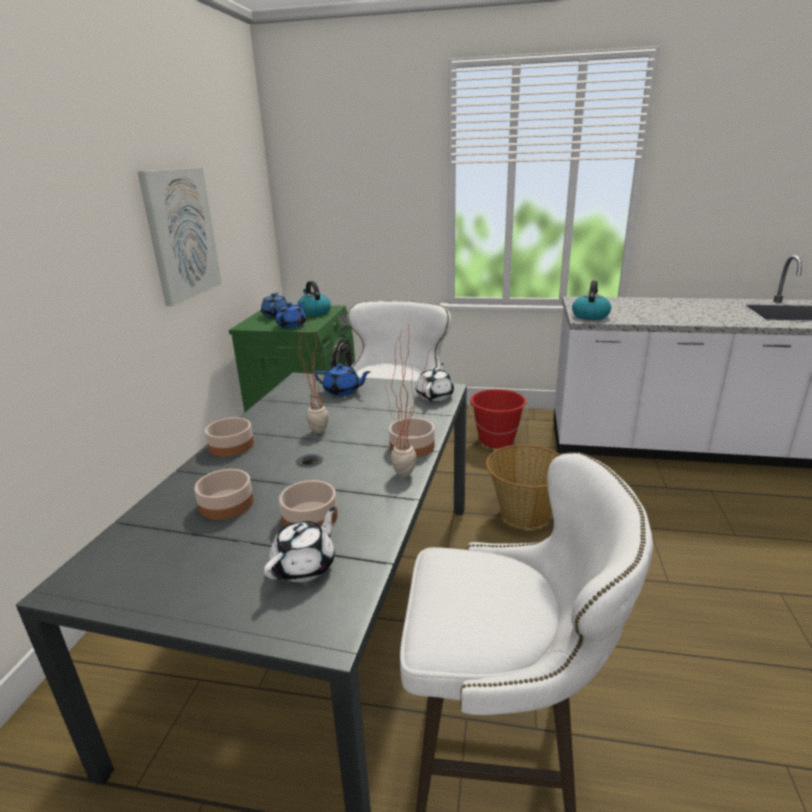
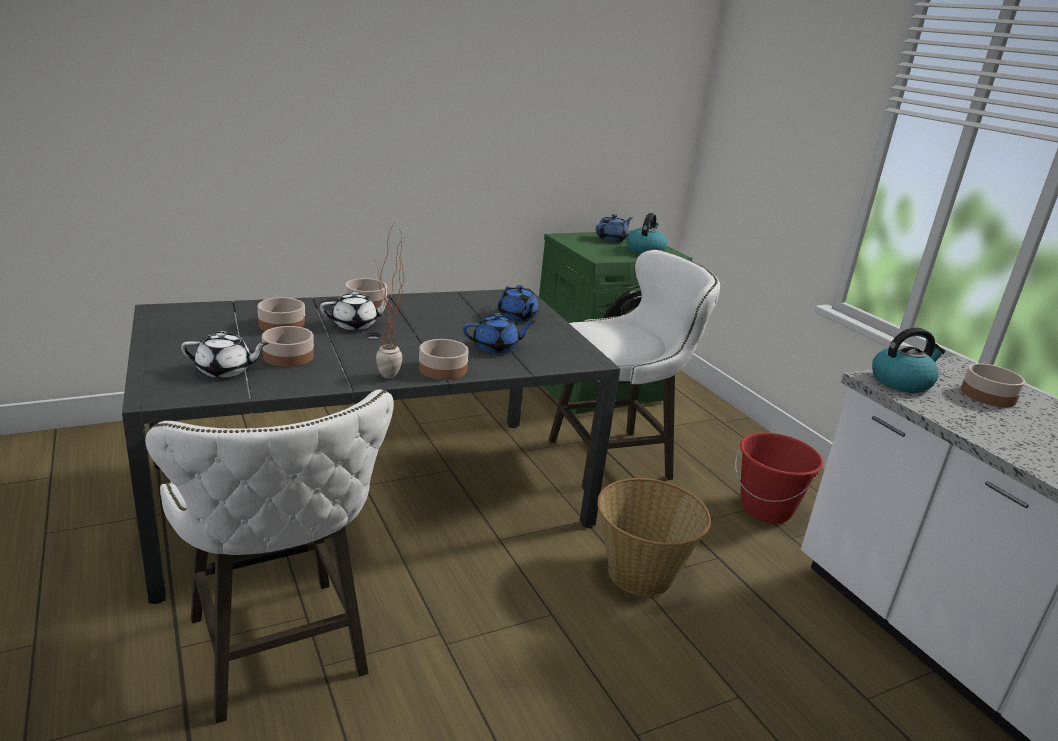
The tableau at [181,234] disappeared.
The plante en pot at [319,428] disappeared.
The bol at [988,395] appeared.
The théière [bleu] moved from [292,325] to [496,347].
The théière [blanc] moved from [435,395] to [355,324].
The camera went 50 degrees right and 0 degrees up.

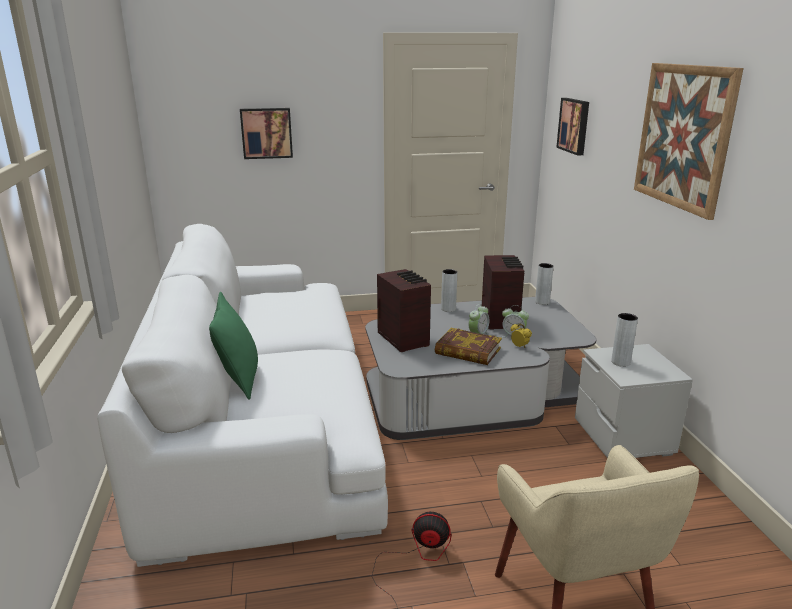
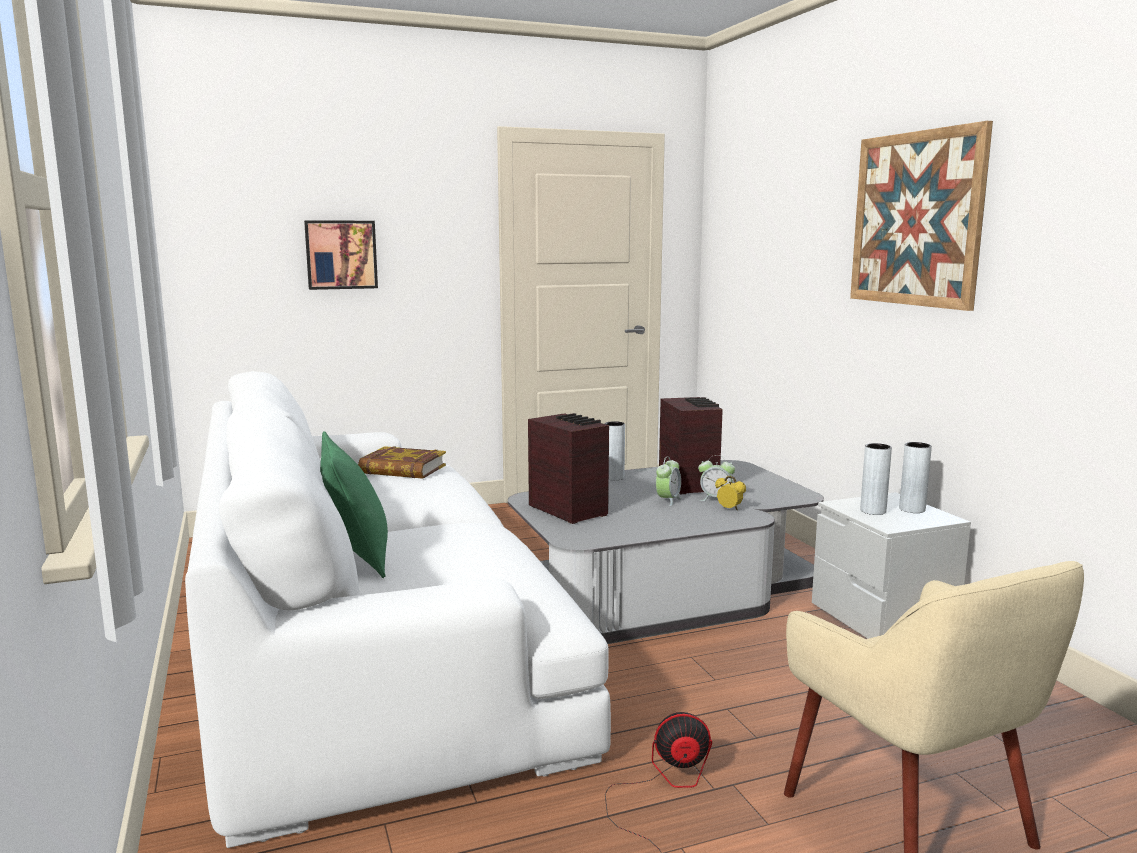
The tableau at [574,125] disappeared.
The livre moved from [467,351] to [402,469].
The vase [gris] moved from [542,302] to [912,509].
The camera went 10 degrees left and 10 degrees down.

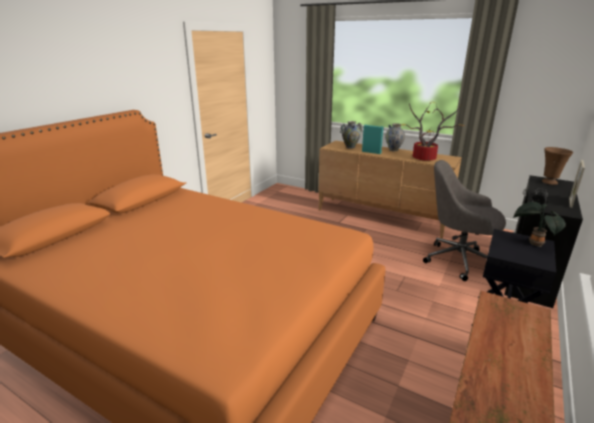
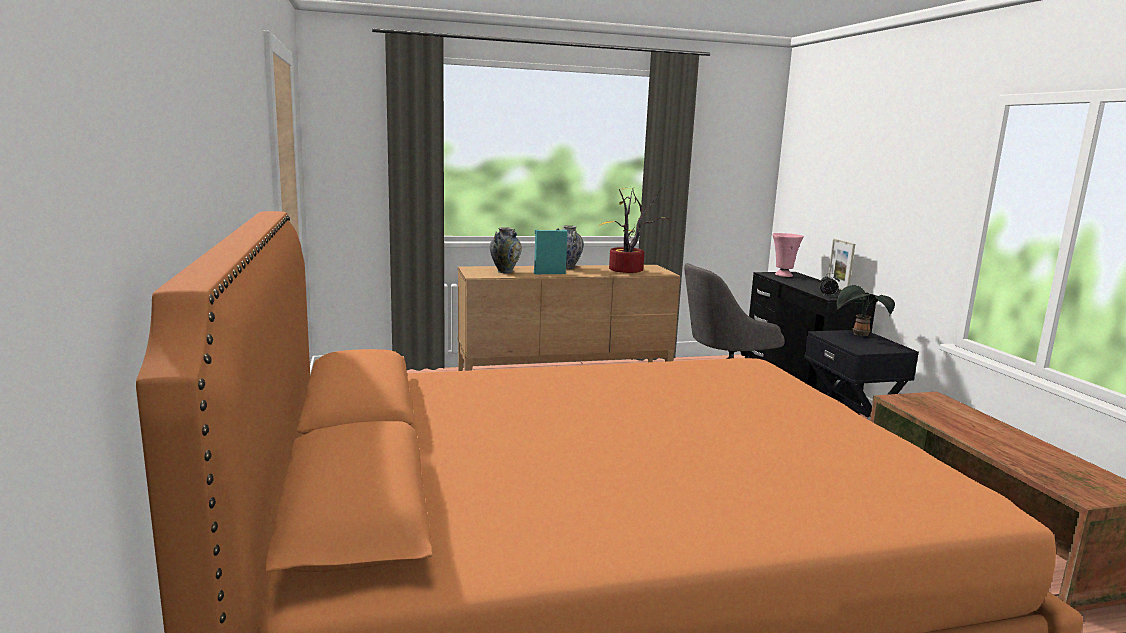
The vase [marron] at [549,182] became the vase [rose] at [783,275].
The camera went 45 degrees left and 10 degrees down.

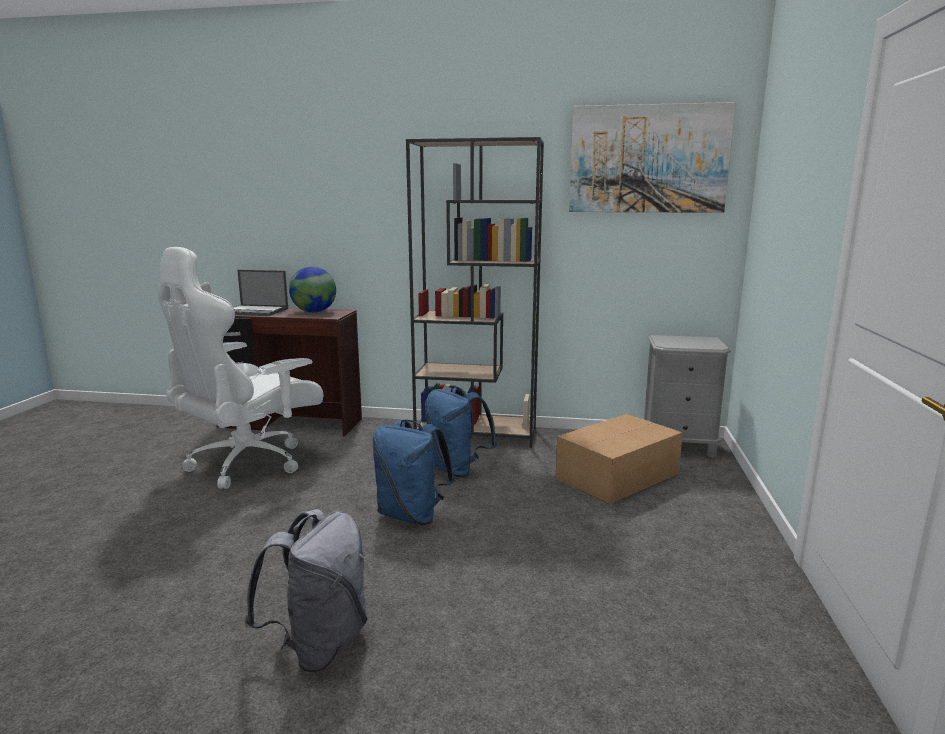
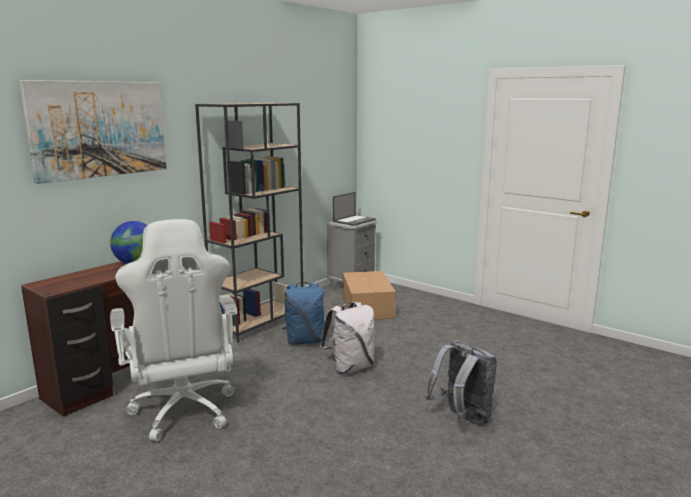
The ordinateur portable moved from [255,311] to [354,221].
The tableau moved from [648,159] to [99,129].
The sac à dos [bleu] at [412,515] became the sac à dos [blanc] at [350,367].
The camera went 60 degrees left and 0 degrees up.

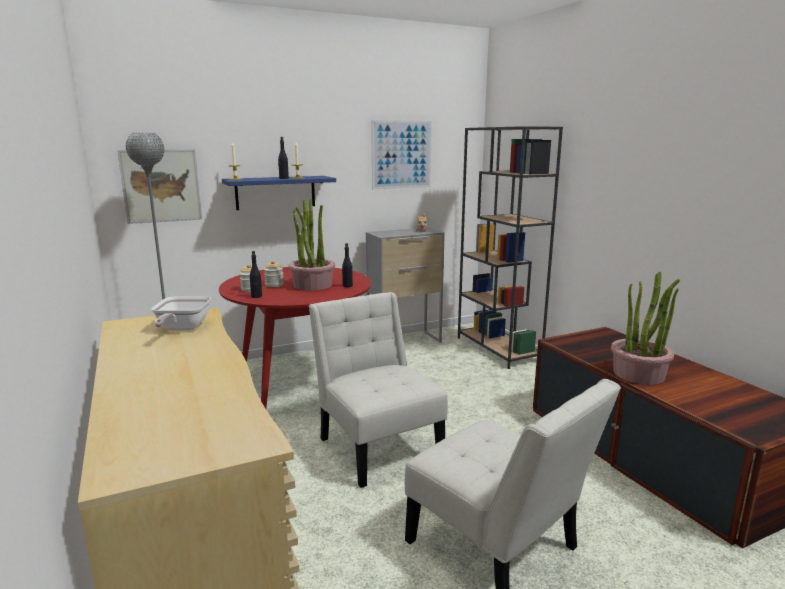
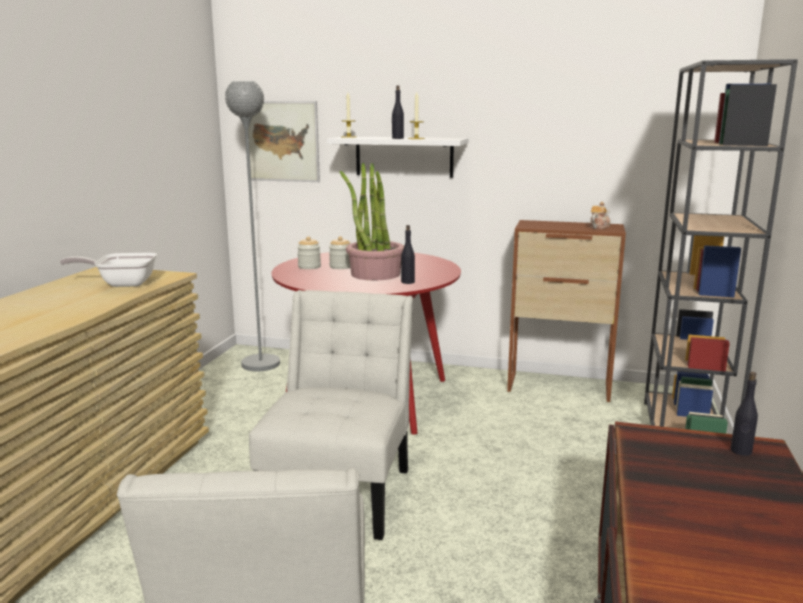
The tableau at [401,154] disappeared.
The plante en pot at [639,374] disappeared.
The bouteille [noir] moved from [256,296] to [741,451].
The étagère [bleu] at [275,192] became the étagère [blanc] at [404,156].
The meuble de rangement [gris] at [405,342] became the meuble de rangement [marron] at [560,387].
The poêle at [181,329] turned 45 degrees clockwise.
The camera went 40 degrees right and 0 degrees up.

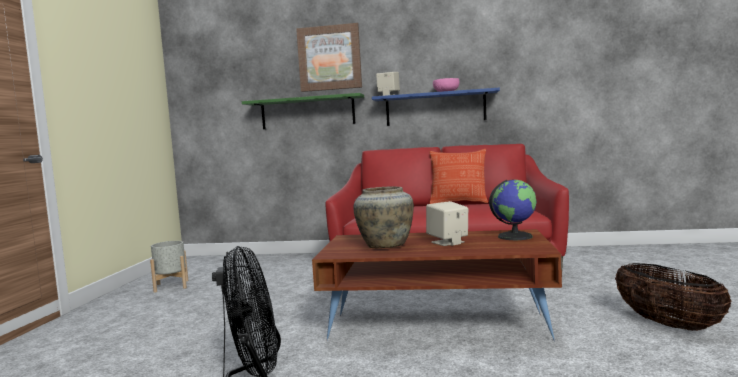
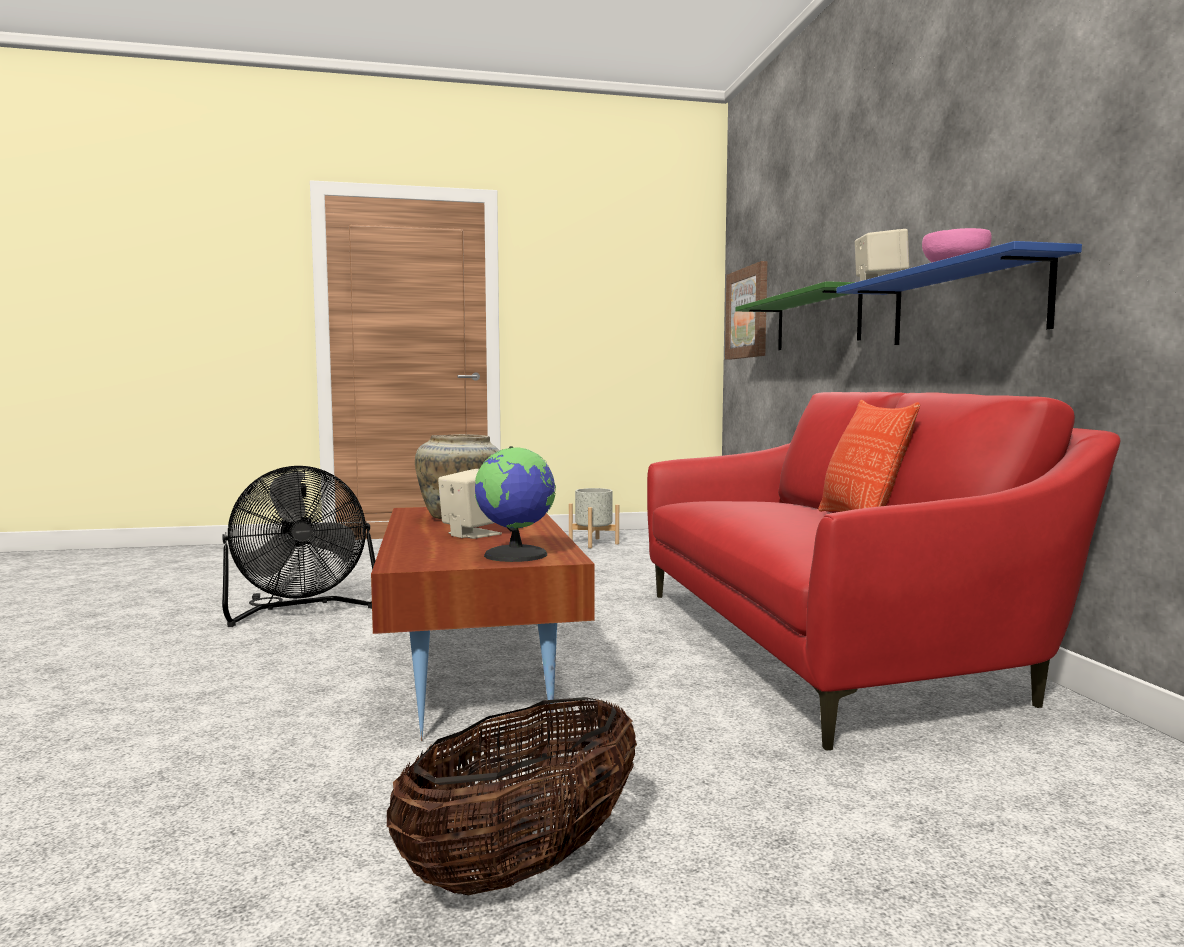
The tableau moved from [329,58] to [748,313].
The camera went 70 degrees right and 0 degrees up.

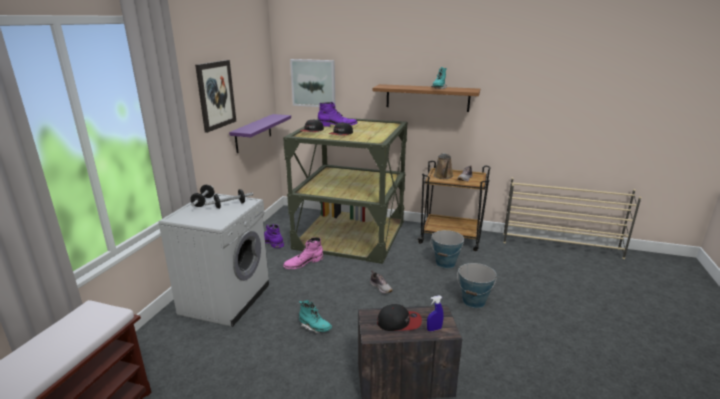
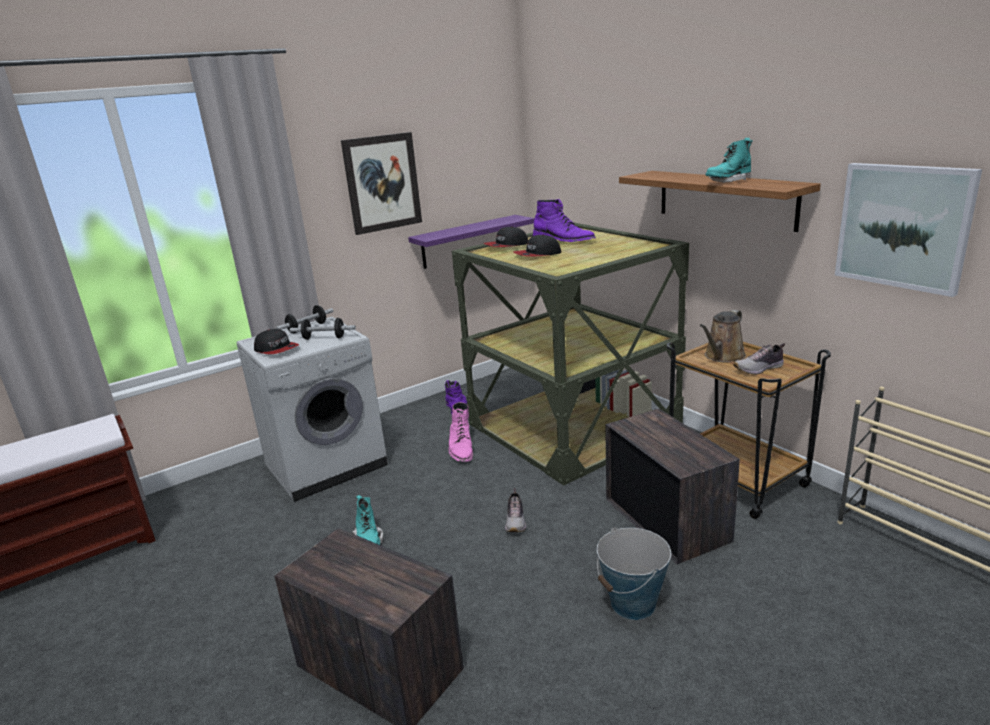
The vaporisateur [bleu] at [434,329] disappeared.
The tableau moved from [313,83] to [903,226].
The casquette moved from [399,322] to [277,349].
The seau at [445,263] was replaced by the caisse at [667,520].
The botte [rose] at [303,263] turned 105 degrees counterclockwise.
The camera went 40 degrees right and 0 degrees up.

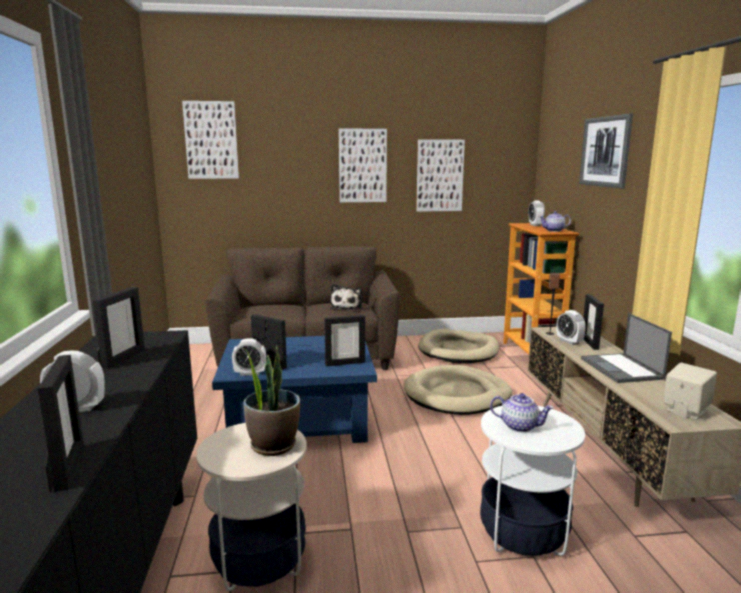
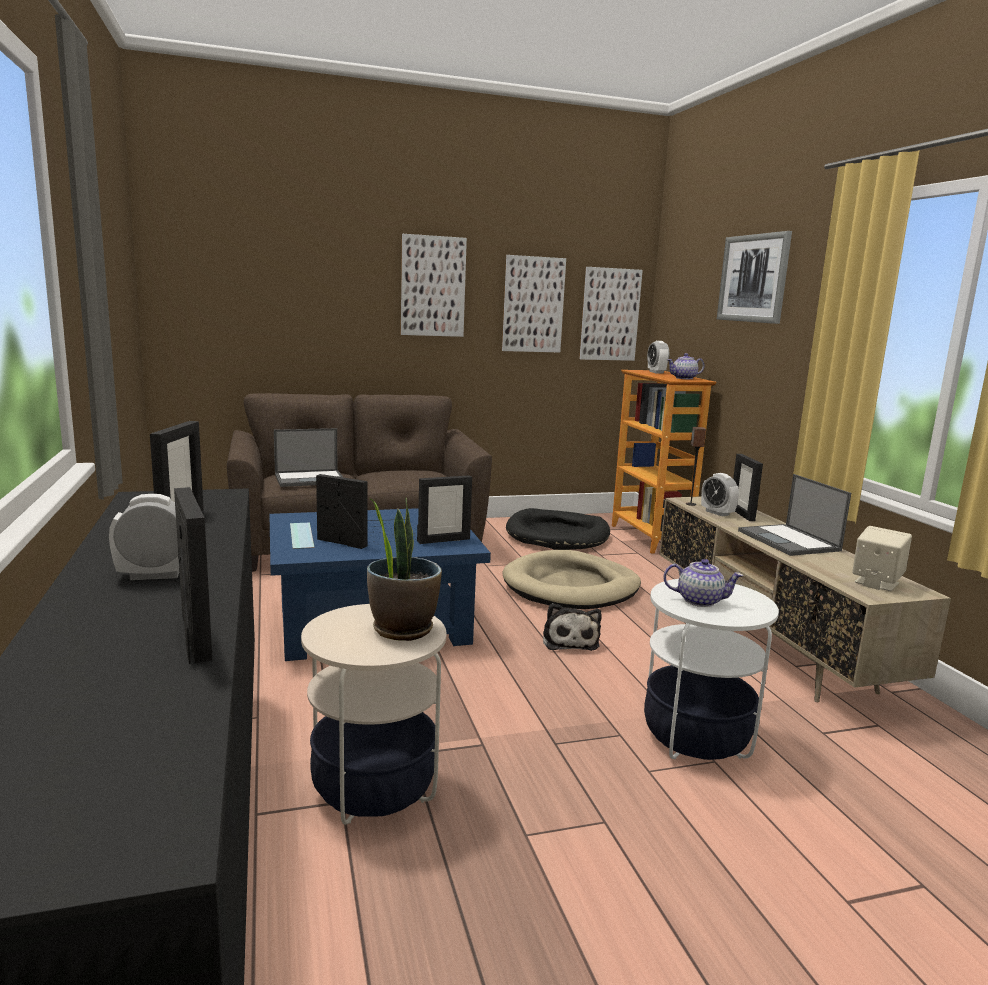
The réveil at [250,373] disappeared.
The ordinateur portable at [310,479] appeared.
The tableau moved from [211,140] to [610,314].
The peluche moved from [347,307] to [569,640].
The panier pour chien [beige] at [458,350] became the panier pour chien [noir] at [557,535].
The camera went 10 degrees left and 0 degrees up.

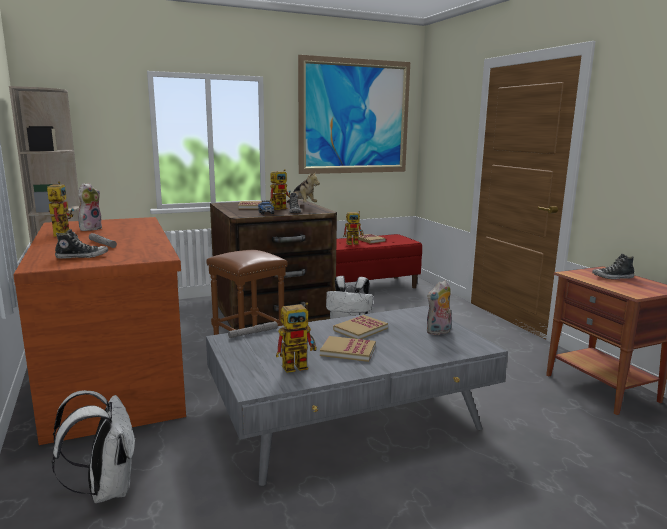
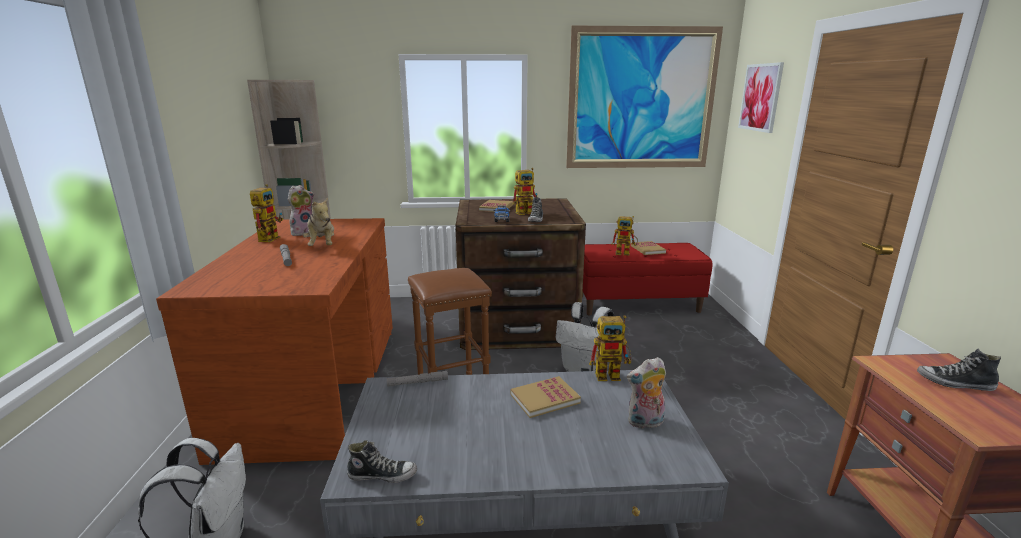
The livre at [348,351] disappeared.
The tableau at [760,97] appeared.
The chaussure moved from [82,256] to [383,475].
The robot jouet moved from [299,365] to [612,375].
The peluche moved from [302,205] to [322,246].
The camera went 20 degrees right and 5 degrees up.

